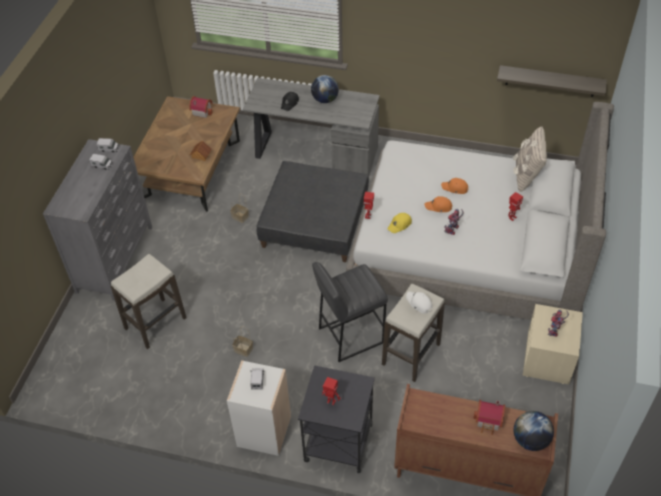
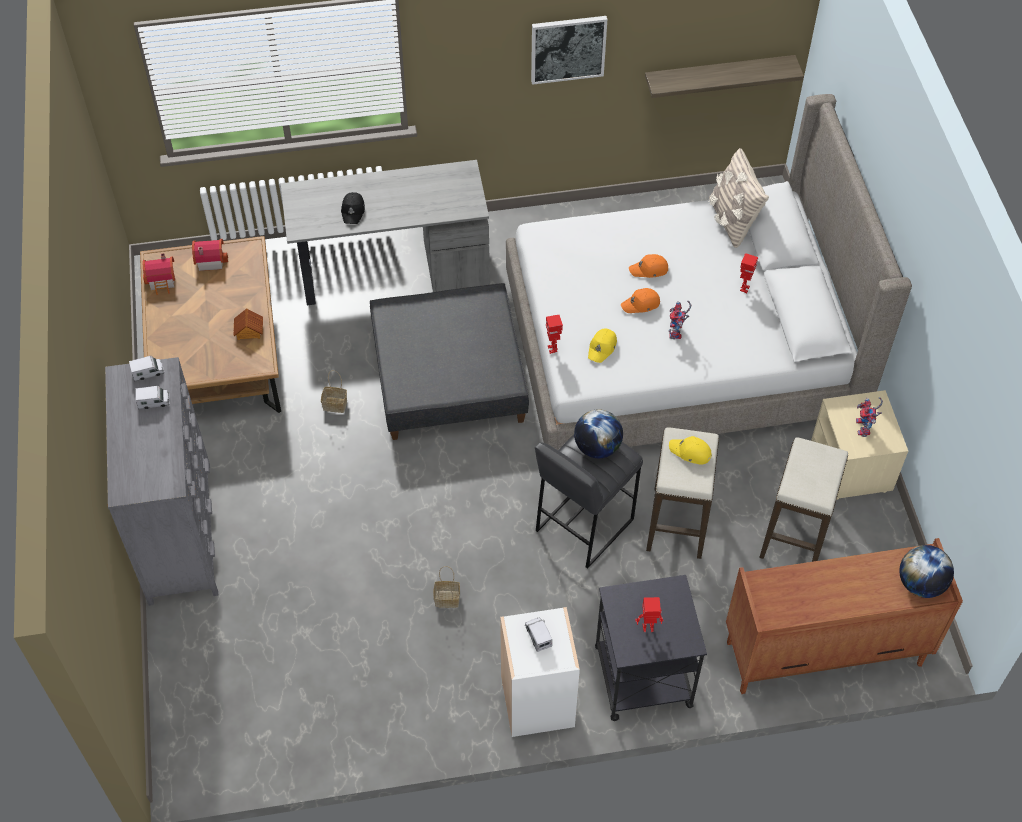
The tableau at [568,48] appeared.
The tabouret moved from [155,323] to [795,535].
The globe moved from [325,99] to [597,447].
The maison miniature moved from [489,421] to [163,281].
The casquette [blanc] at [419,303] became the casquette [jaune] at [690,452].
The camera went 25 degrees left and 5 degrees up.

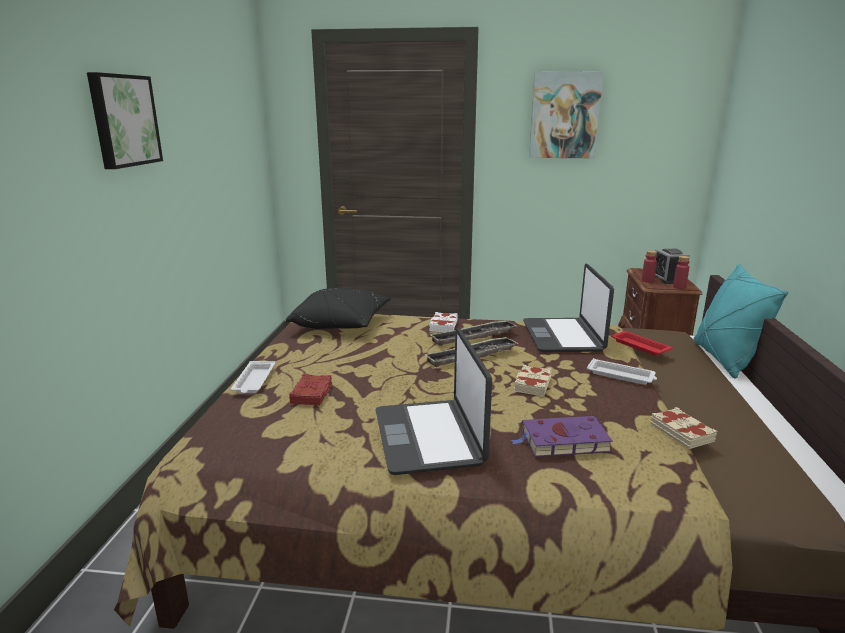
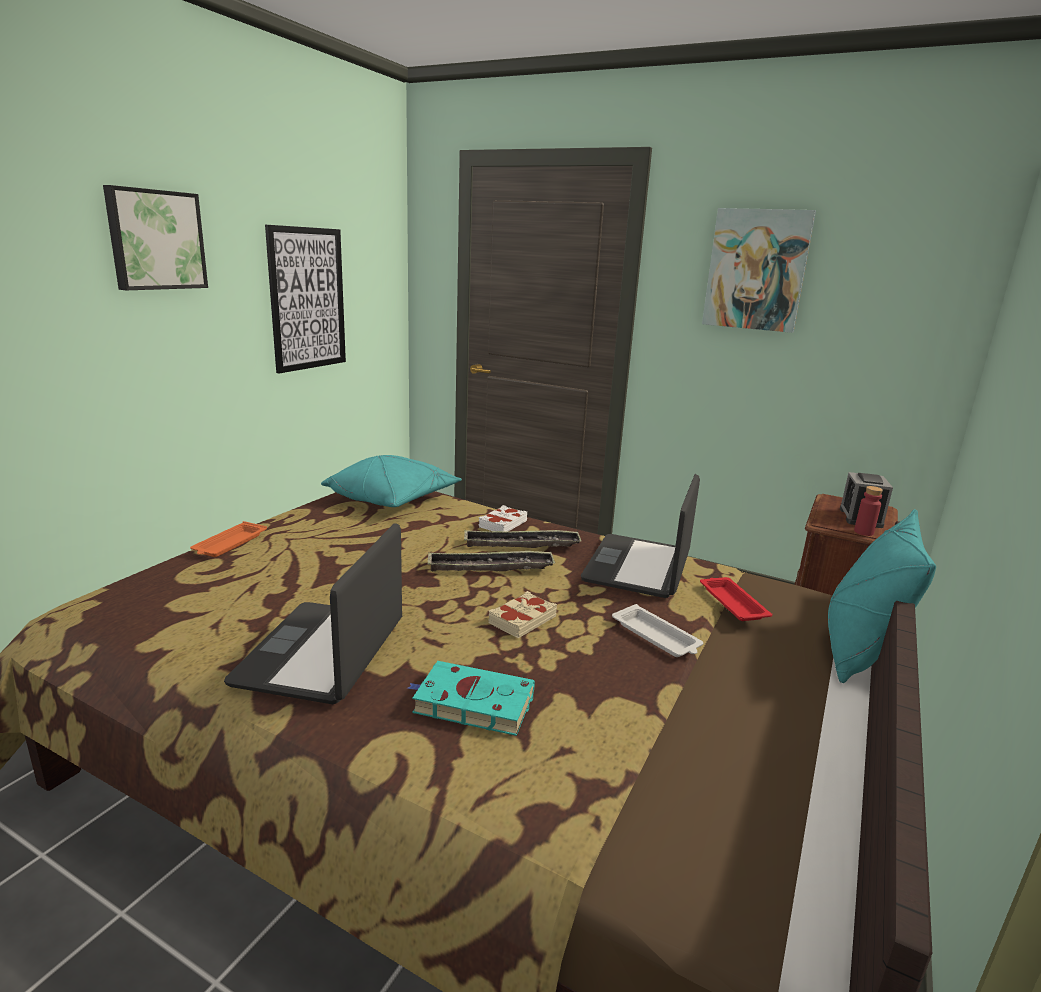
The livre [rouge] at [312,394] disappeared.
The bouteille [rouge] at [647,281] disappeared.
The livre [beige] at [682,432] disappeared.
The tableau at [307,299] appeared.
The plateau [blanc] at [254,381] became the plateau [orange] at [229,544].
The coussin [noir] at [341,323] became the coussin [turquoise] at [393,499].
The livre [violet] at [562,441] became the livre [turquoise] at [470,703].
The camera went 20 degrees right and 0 degrees up.

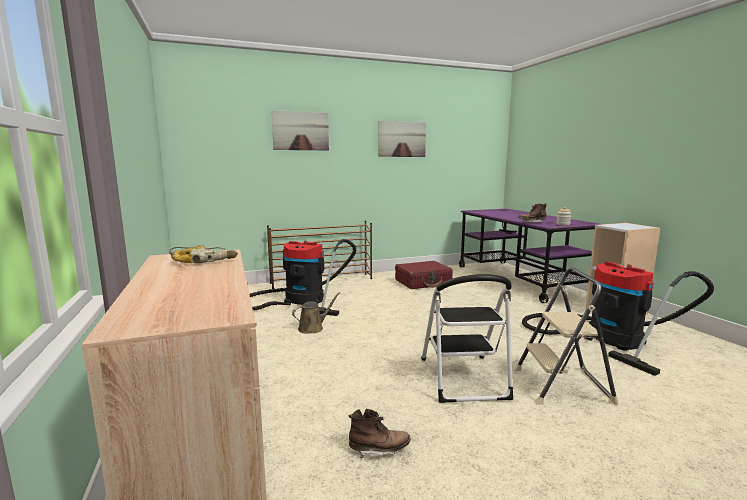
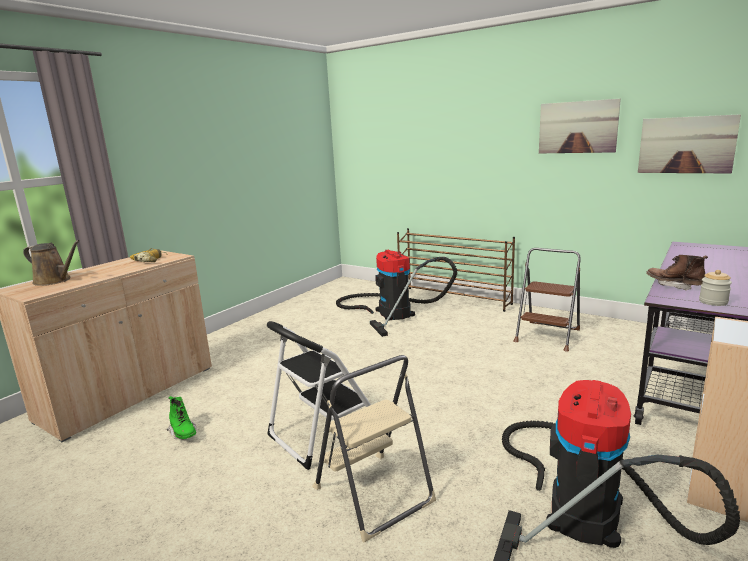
The tableau moved from [300,131] to [686,145].
The arrosoir [marron] moved from [313,328] to [55,281].
The valise [rouge] at [423,282] was replaced by the escabeau [marron] at [548,334].
The botte [marron] at [379,450] became the botte [vert] at [183,433].
The camera went 55 degrees right and 5 degrees up.

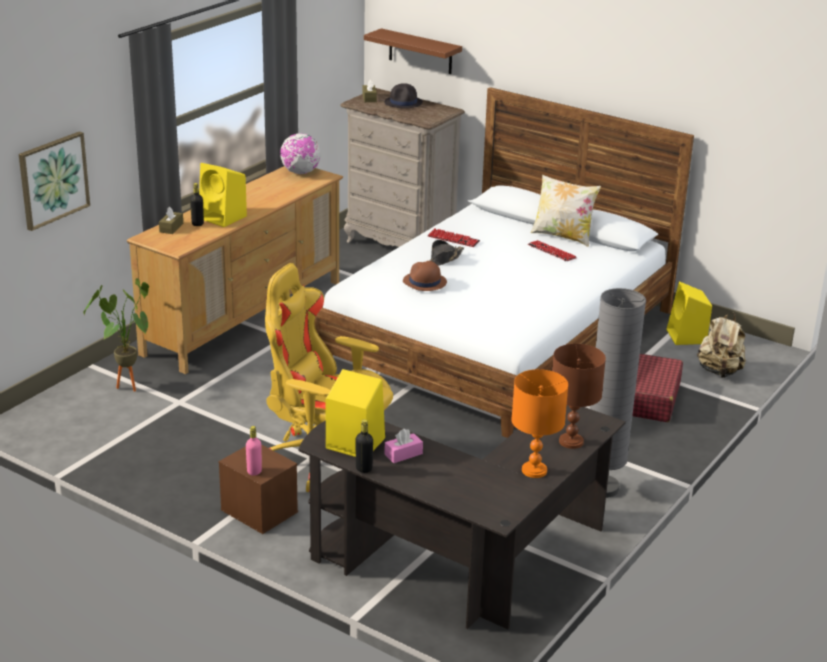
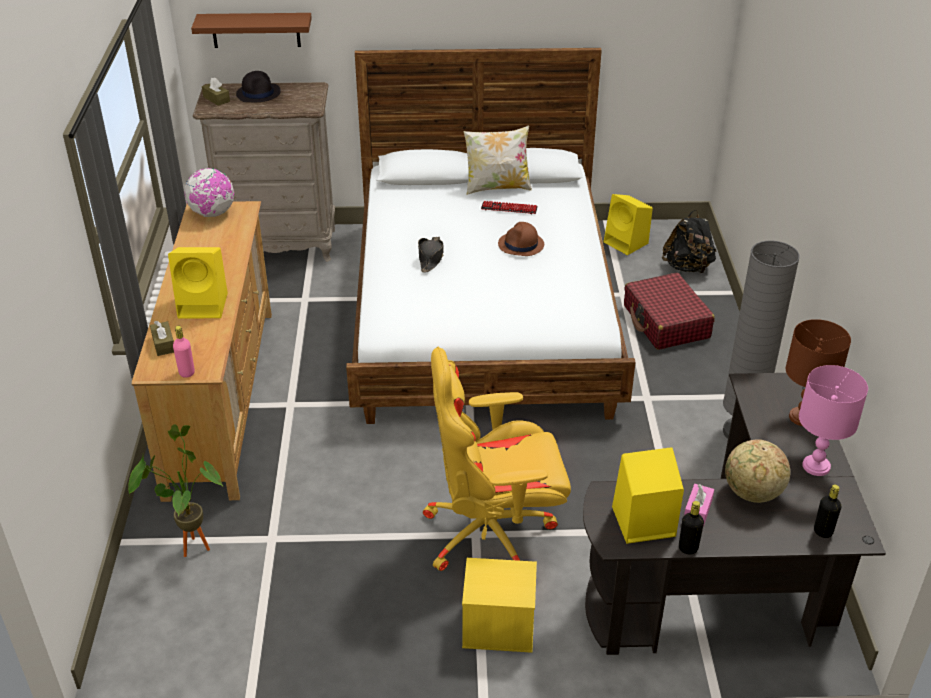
The tableau at [53,180] disappeared.
The clavier at [453,239] disappeared.
The globe at [752,493] appeared.
The bouteille [noir] moved from [197,224] to [823,532].
The bouteille [rose] moved from [254,471] to [187,372].
The chapeau [marron] moved from [424,282] to [521,245].
The boîte de rangement [marron] at [258,511] became the boîte de rangement [jaune] at [497,627].
The lampe de table [orange] at [533,470] became the lampe de table [rose] at [815,466].
The sac à dos [beige] at [719,371] became the sac à dos [noir] at [688,267].
The camera went 35 degrees left and 10 degrees up.

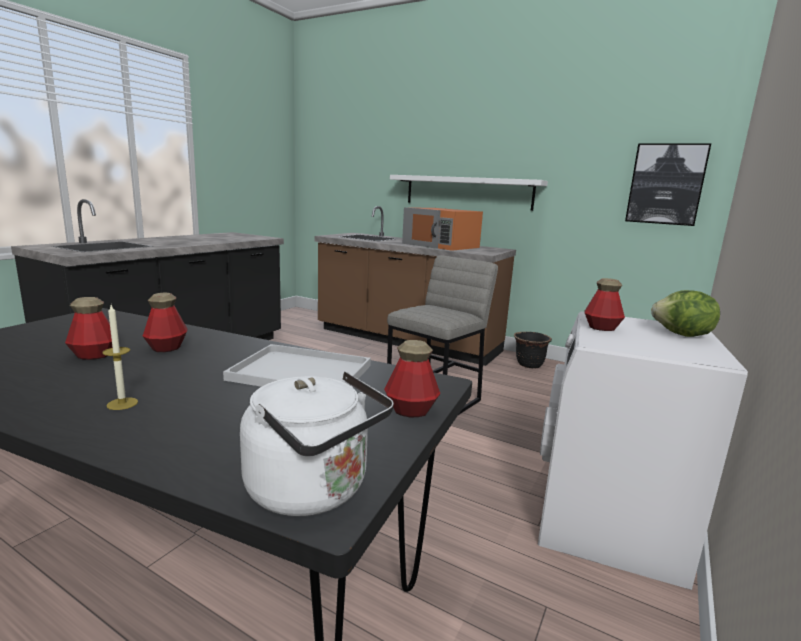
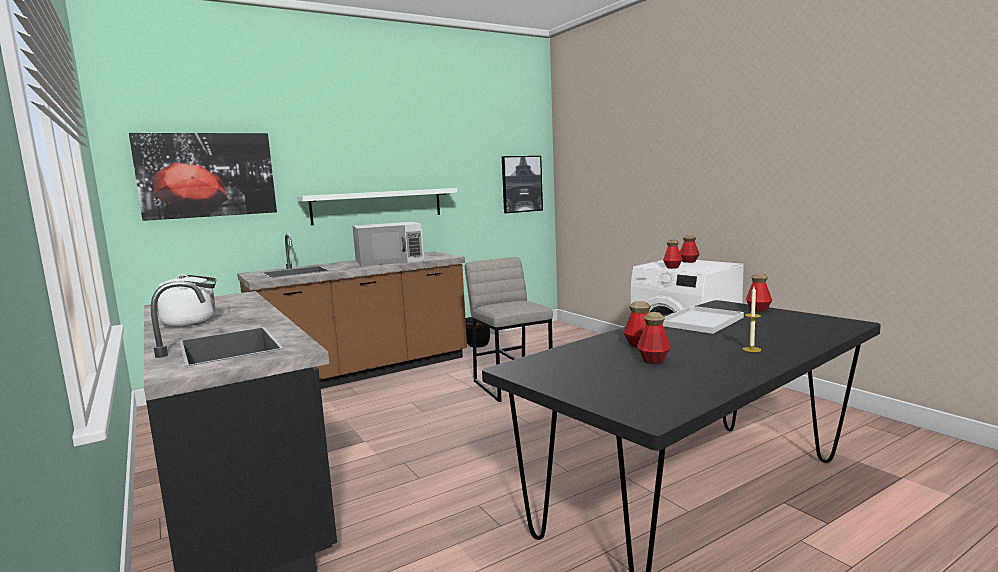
The tableau at [207,175] appeared.
The bouilloire [blanc] moved from [313,491] to [193,322].
The laitue at [682,335] was replaced by the bouteille at [688,261].
The micro-ondes [orange] at [441,245] became the micro-ondes [blanc] at [390,260].
The camera went 60 degrees left and 5 degrees down.

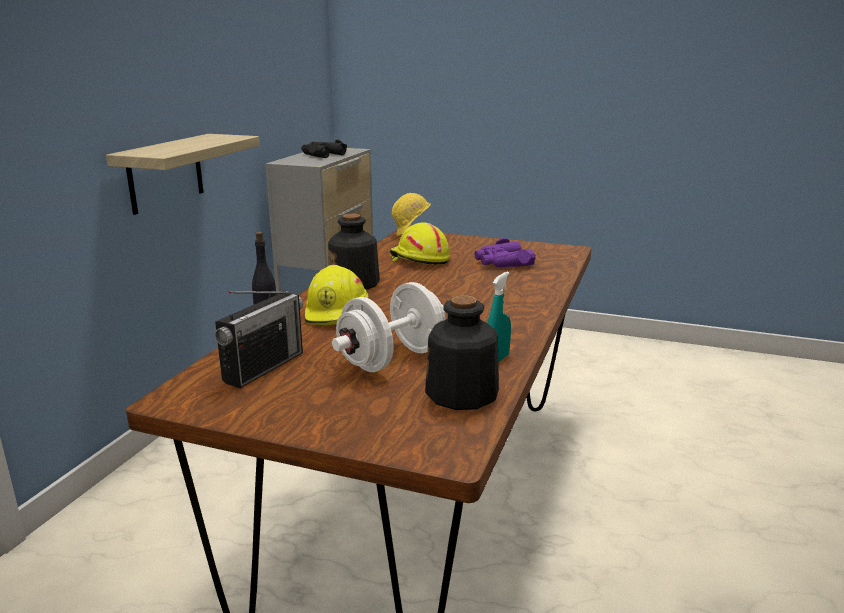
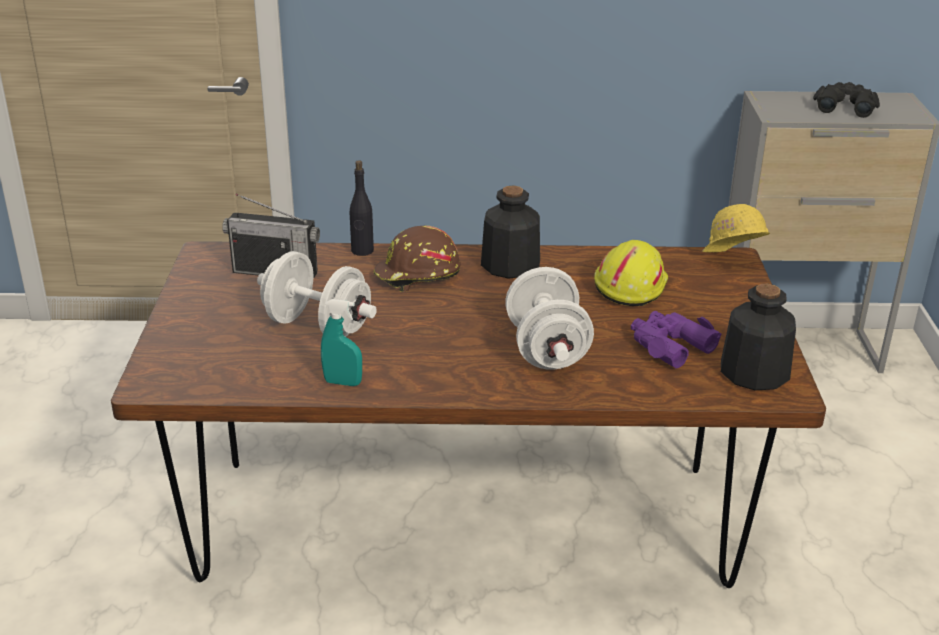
The étagère at [165,173] disappeared.
The haltère [blanc] at [546,349] appeared.
The bouteille moved from [462,394] to [753,372].
The casque de chantier [jaune] at [337,313] became the casque de chantier [marron] at [417,275].
The camera went 70 degrees right and 10 degrees up.

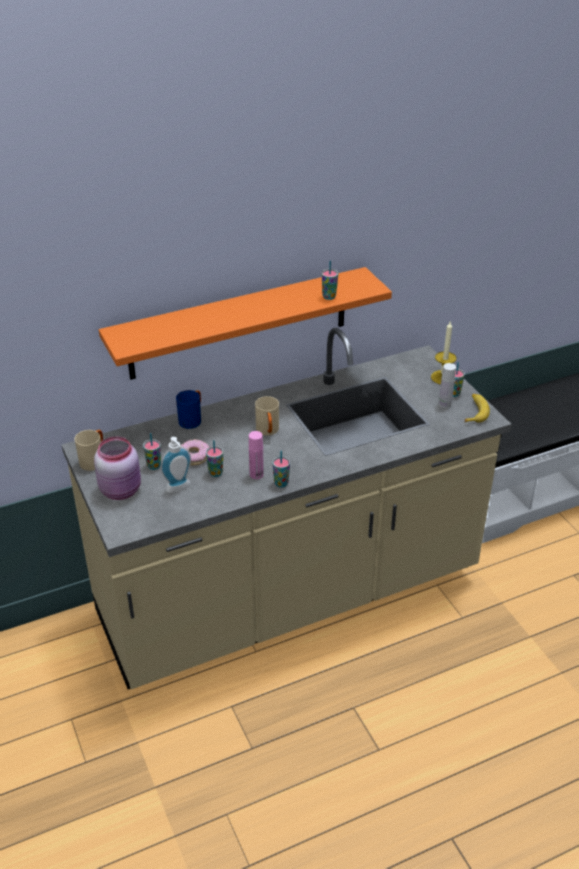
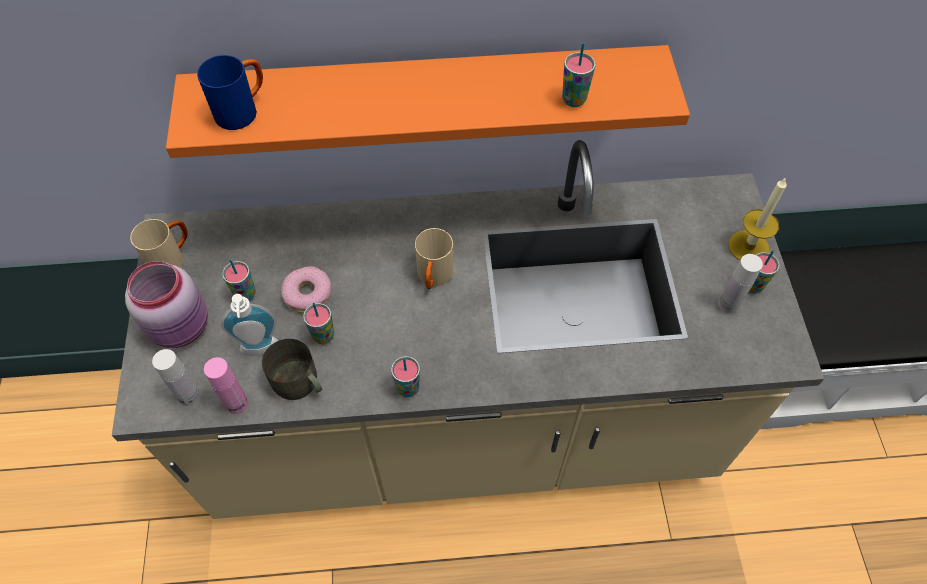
The banane at [475,412] disappeared.
The bouteille [blanc] at [189,395] appeared.
The mug [gris] at [299,384] appeared.
The mug [bleu] moved from [192,419] to [243,110].
The bouteille [rose] moved from [256,474] to [236,403].
The camera went 20 degrees right and 20 degrees up.

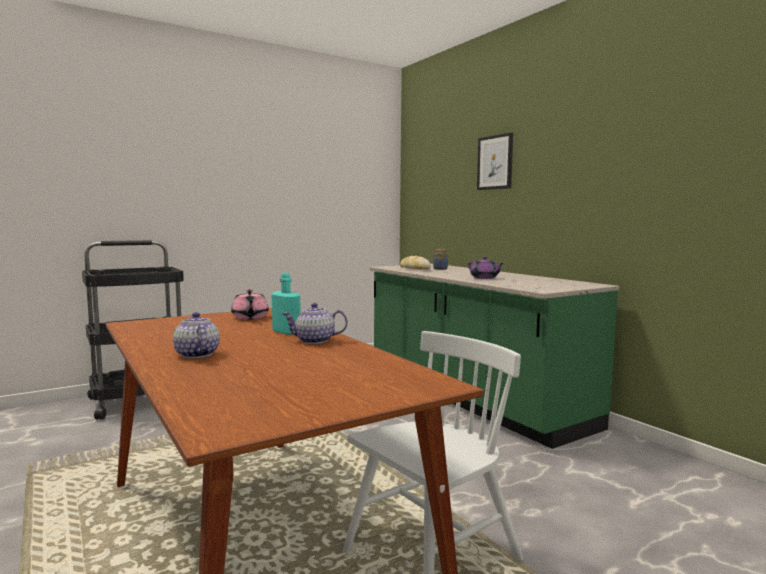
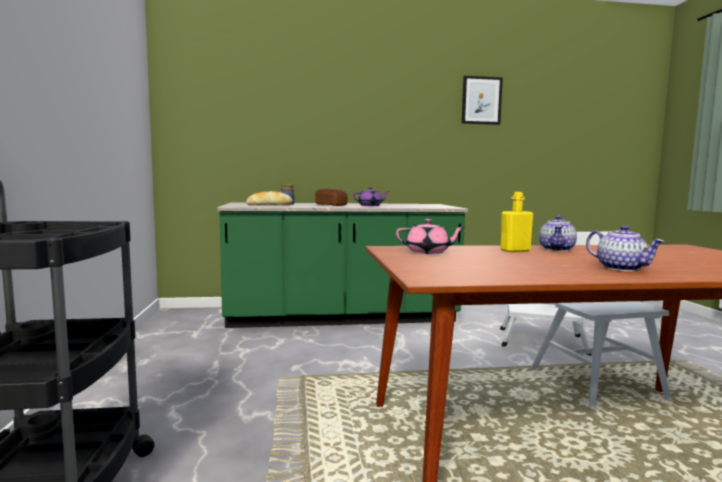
The pain at [330,205] appeared.
The escabeau [blanc] at [542,341] appeared.
The tableau moved from [495,162] to [481,100].
The bouteille [turquoise] at [286,332] became the bouteille [jaune] at [515,250].
The théière at [196,354] turned 120 degrees counterclockwise.
The camera went 65 degrees left and 0 degrees up.

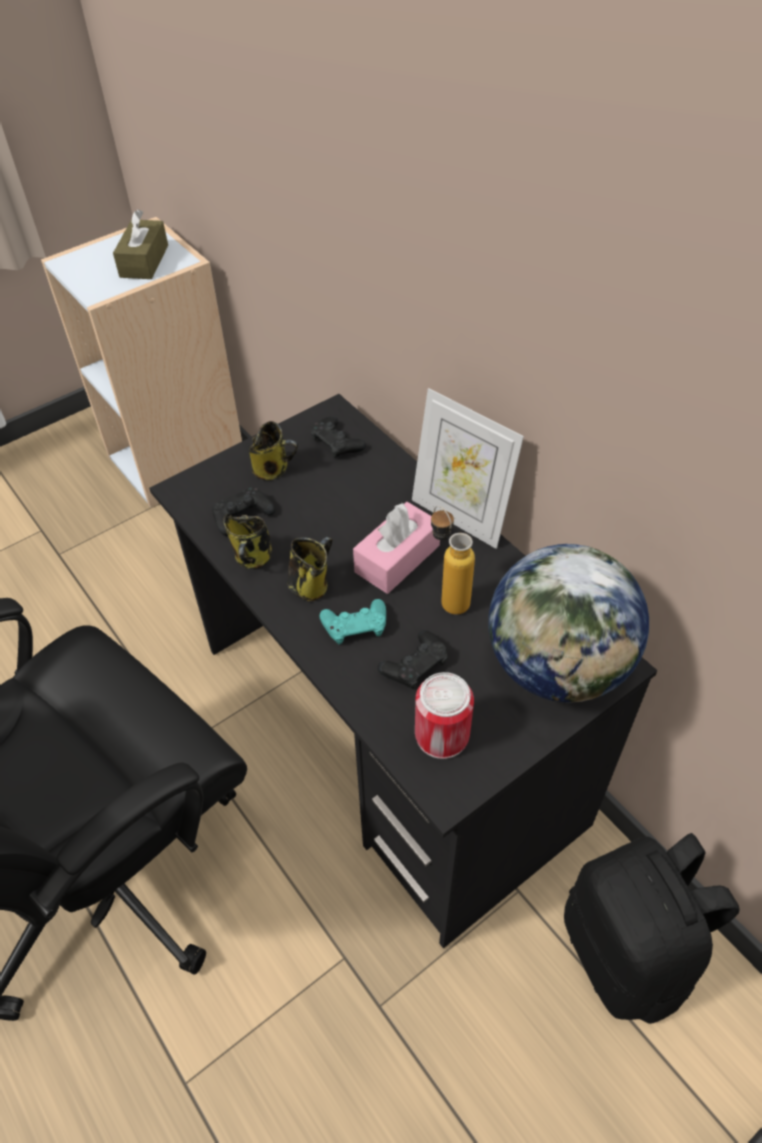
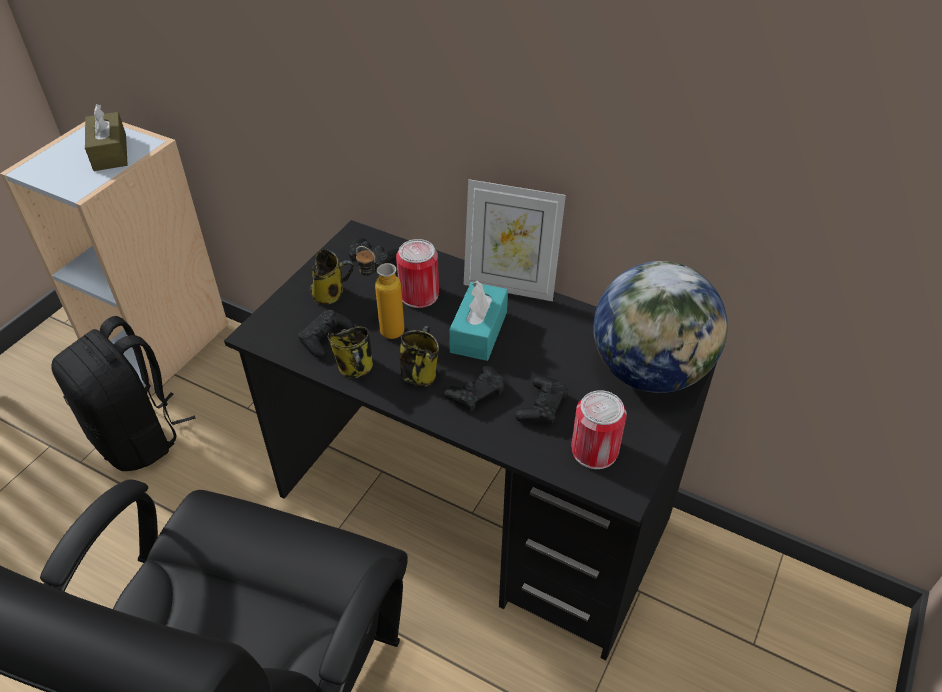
The boîte métallique at [419,294] appeared.
The bouteille moved from [447,596] to [383,328].
The sac à dos [noir] moved from [627,953] to [137,437].
The manette [turquoise] at [355,625] became the manette [noir] at [476,393].
The boîte à mouchoirs [rose] at [397,558] became the boîte à mouchoirs [turquoise] at [479,332].
The camera went 25 degrees left and 5 degrees down.

